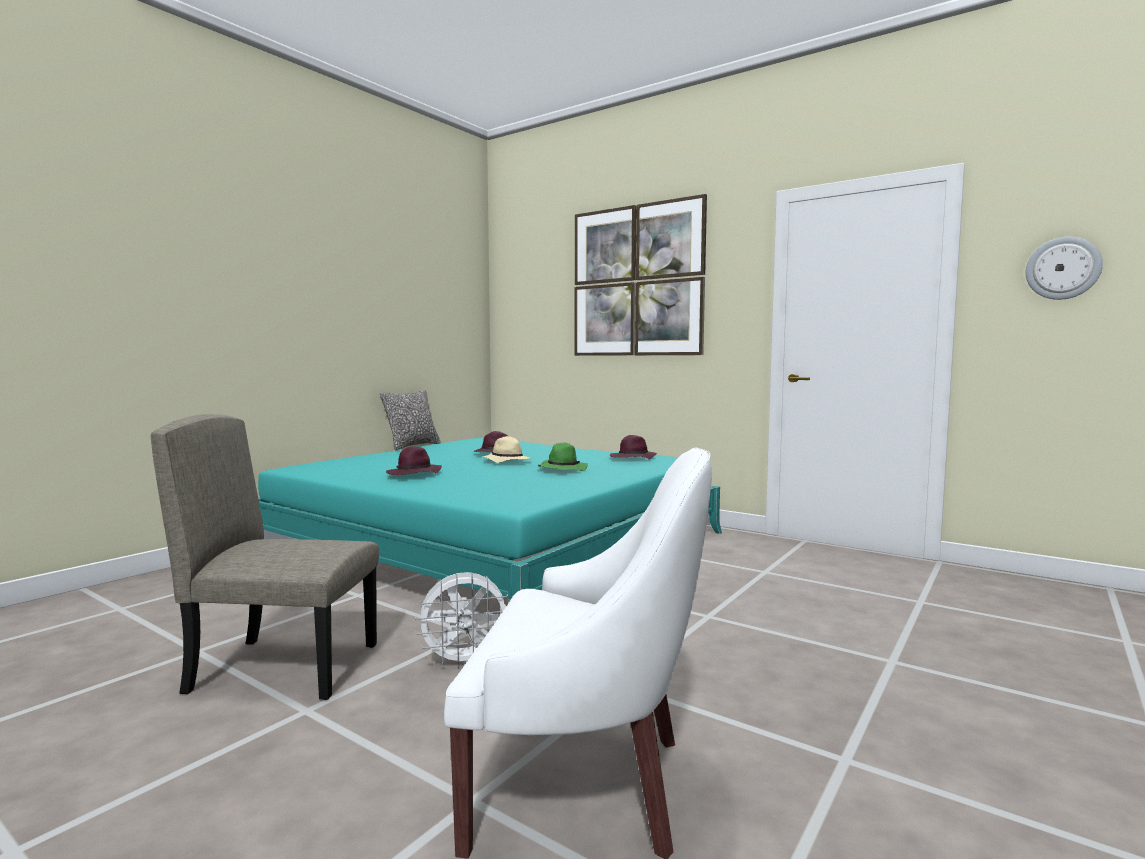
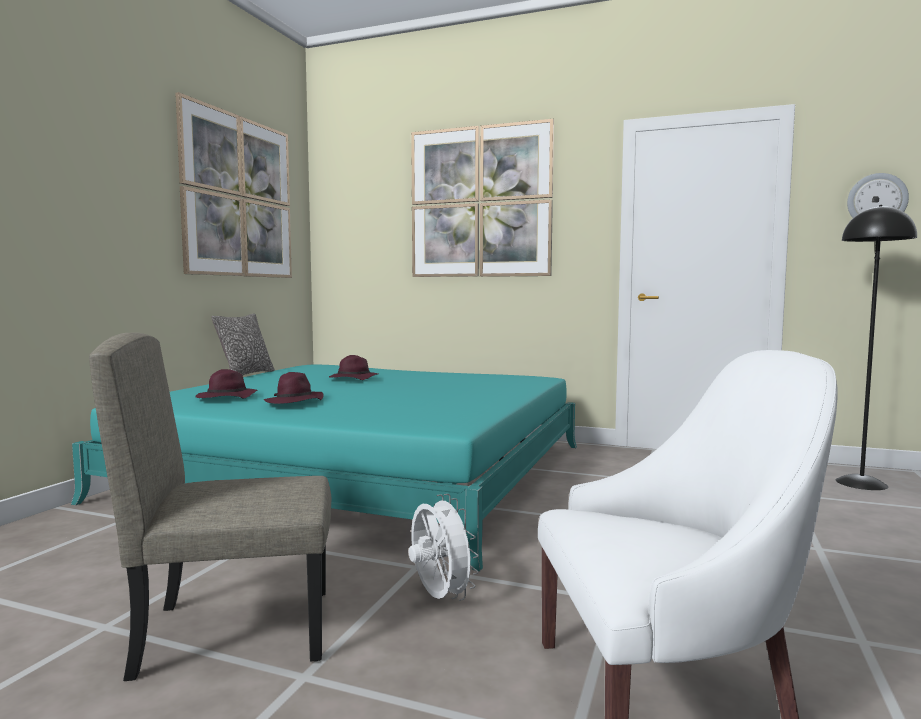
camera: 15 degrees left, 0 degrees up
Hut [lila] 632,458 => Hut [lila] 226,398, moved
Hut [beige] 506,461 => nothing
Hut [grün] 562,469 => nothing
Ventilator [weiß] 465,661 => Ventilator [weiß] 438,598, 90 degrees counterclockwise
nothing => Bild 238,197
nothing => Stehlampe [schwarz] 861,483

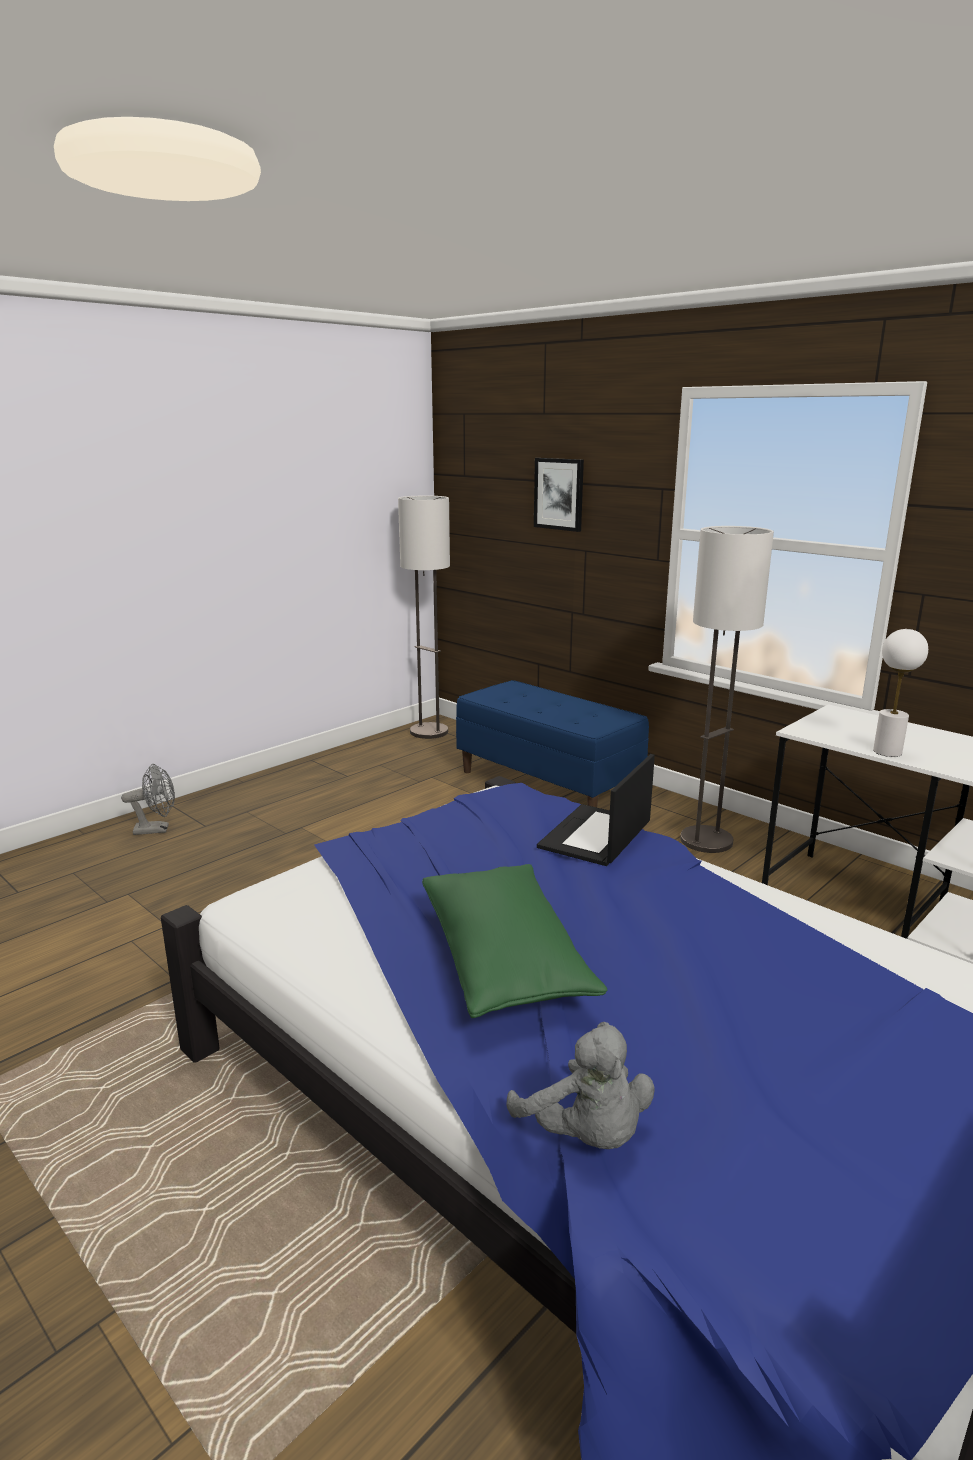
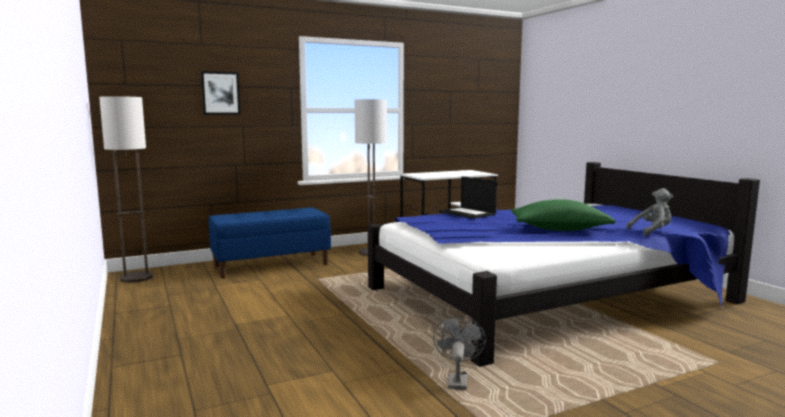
camera: 70 degrees left, 10 degrees down
Tischlampe [weiß] 887,751 => nothing
Ventilator [grau] 157,829 => Ventilator [grau] 457,380, moved

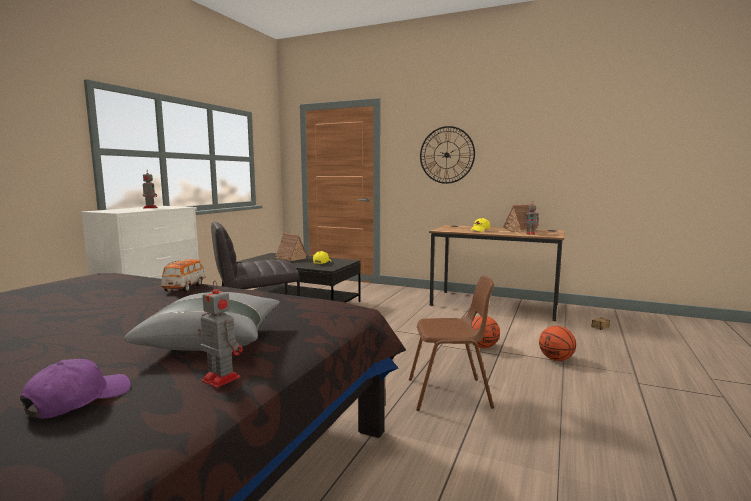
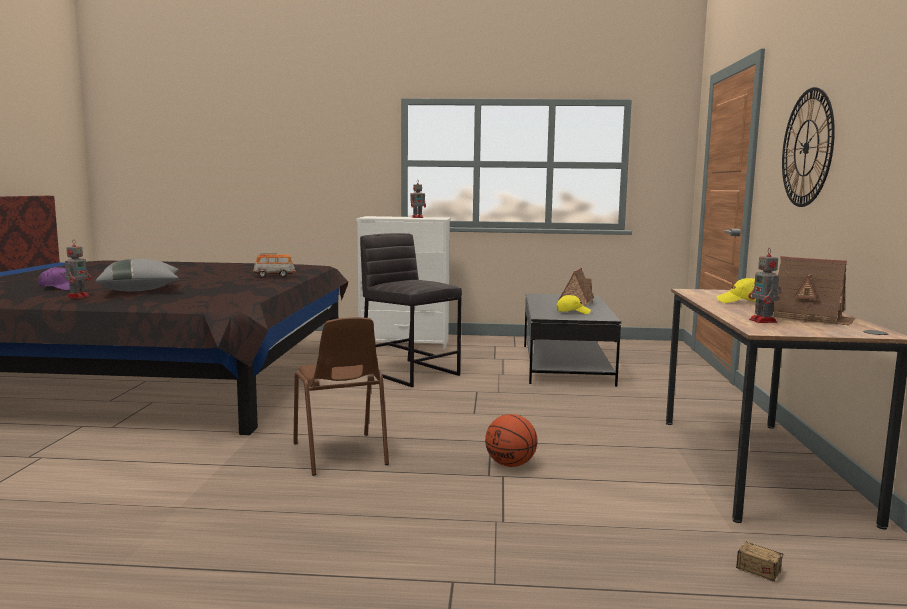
camera: 70 degrees right, 0 degrees up
Basketball 556,359 => nothing

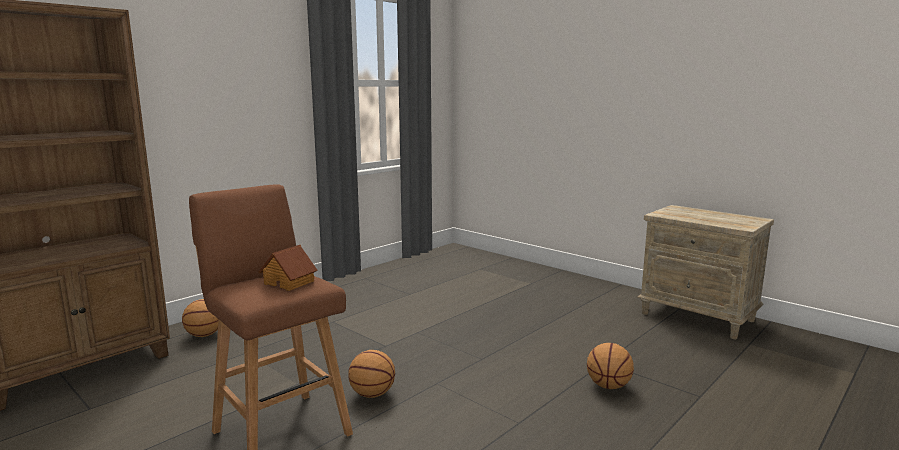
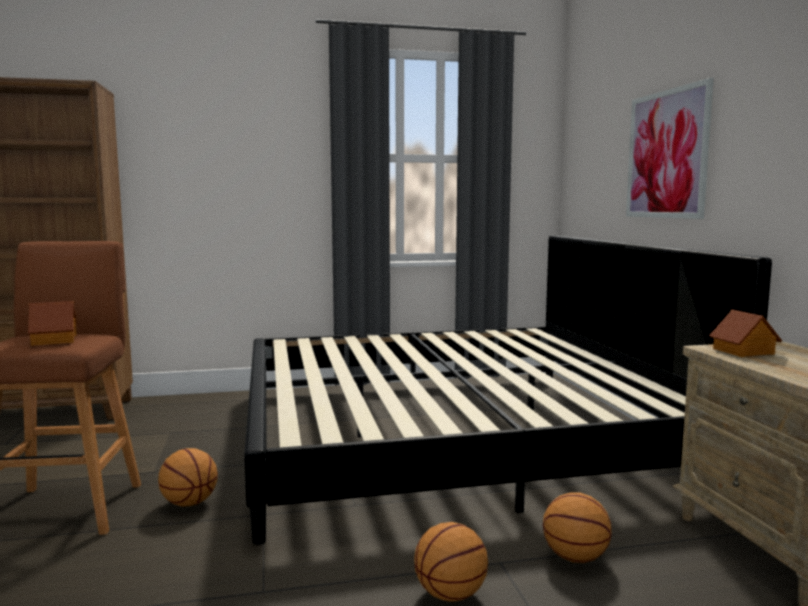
camera: 35 degrees right, 5 degrees down
Basketball 204,335 => Basketball 575,557, moved
nothing => Bild 666,154
nothing => Bett 452,434
nothing => Spielzeughaus 744,351

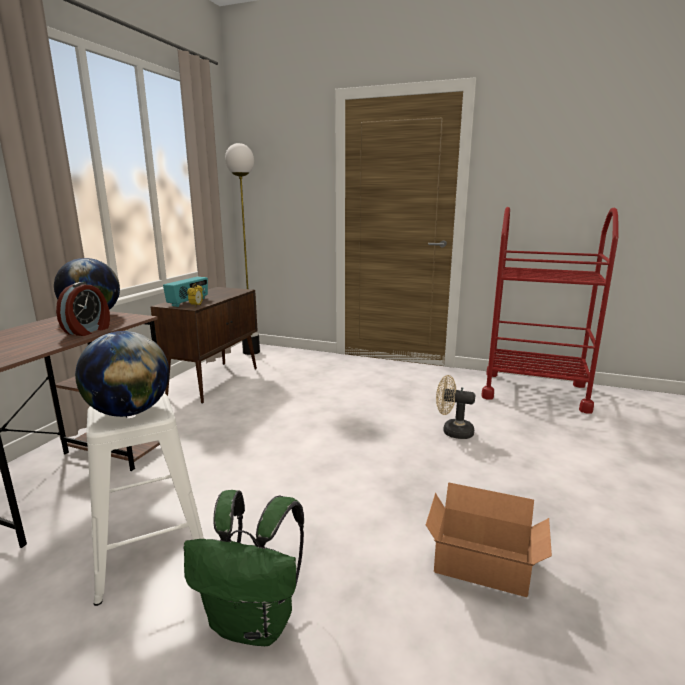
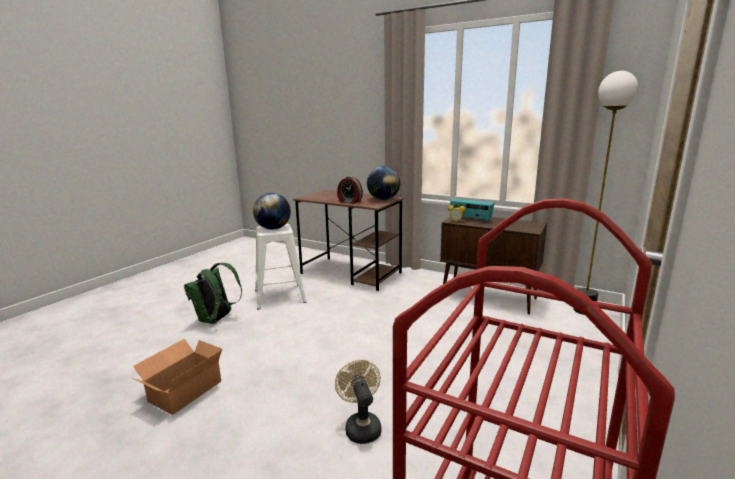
camera: 100 degrees right, 0 degrees up
Ventilator [beige] 452,431 => Ventilator [beige] 361,426, 45 degrees counterclockwise

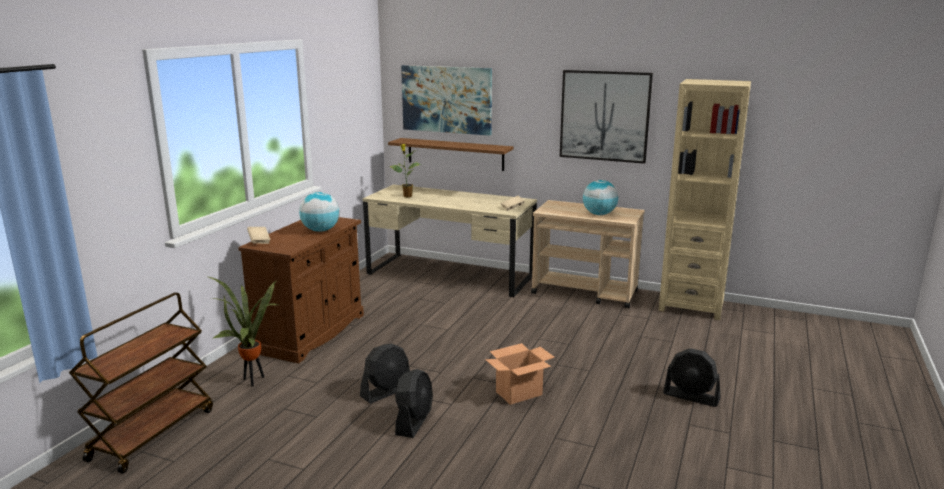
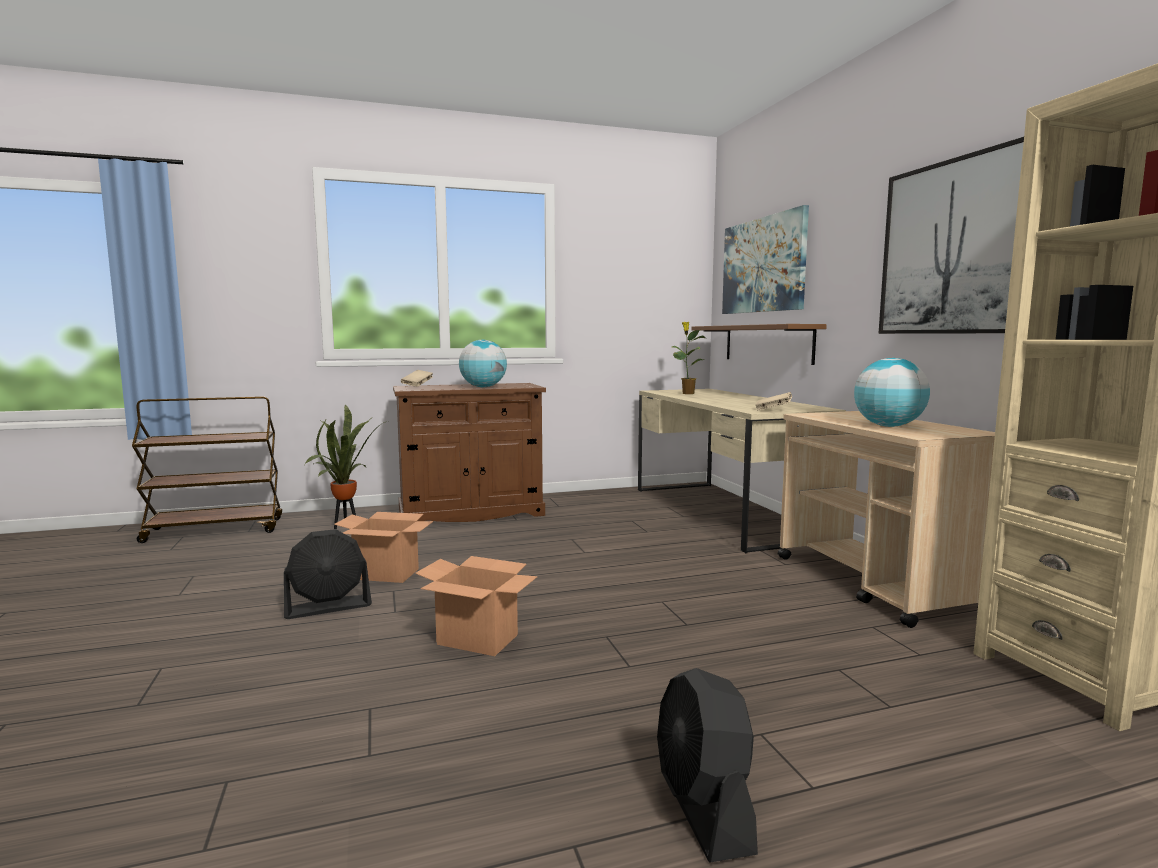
camera: 50 degrees right, 10 degrees down
Ventilator [schwarz] 386,391 => Karton 387,574

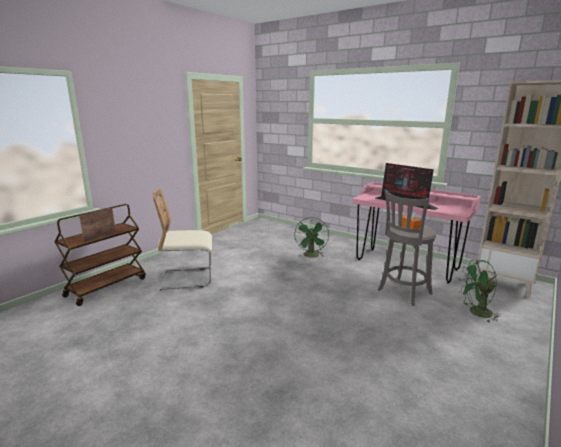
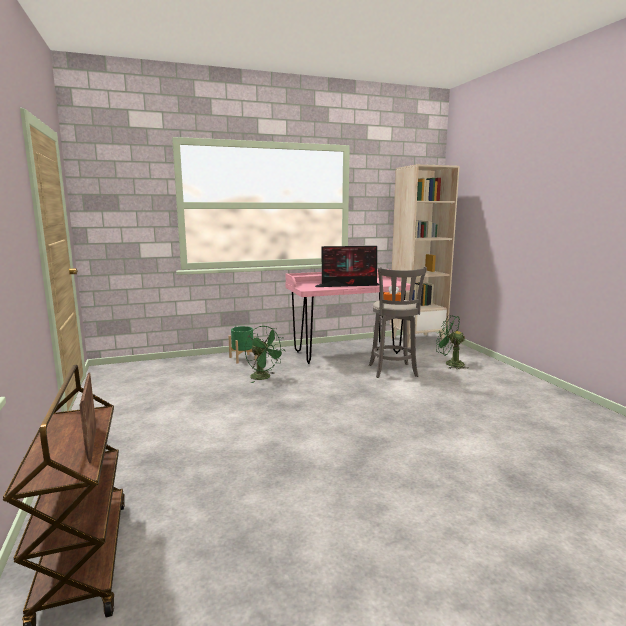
camera: 55 degrees left, 5 degrees down
Stuhl [beige] 187,278 => nothing
Ventilator [grün] 476,313 => Ventilator [grün] 450,363, 90 degrees clockwise
nothing => Pflanzkübel [grün] 243,358

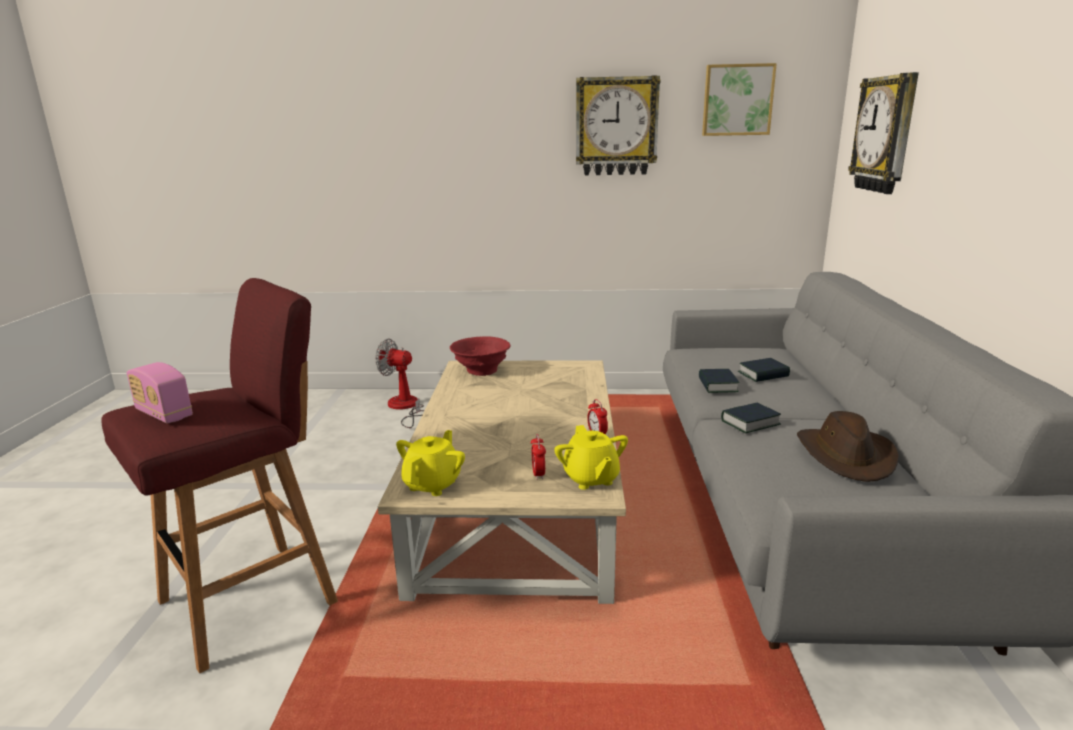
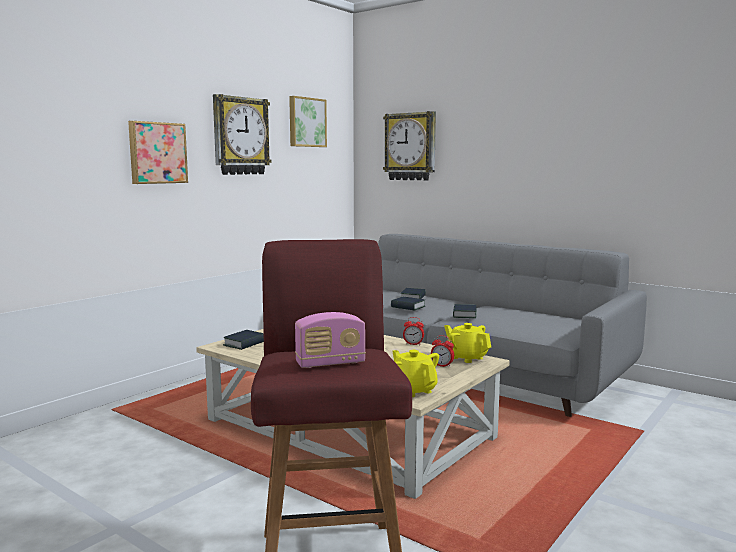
camera: 55 degrees left, 10 degrees down
Schüssel [rot] 481,371 => Buch 244,343
Ventilator 405,407 => nothing
Hut [braun] 846,456 => nothing
Teekanne [gelb] 591,479 => Teekanne [gelb] 466,358, 150 degrees counterclockwise
nothing => Bild 157,153

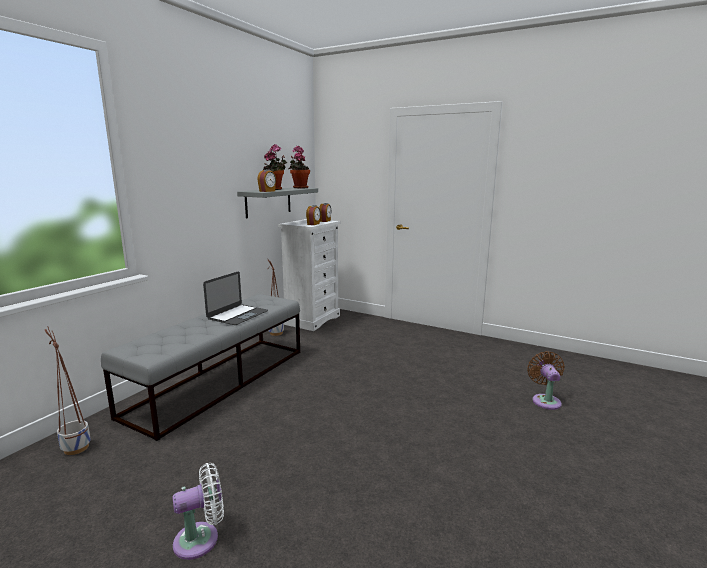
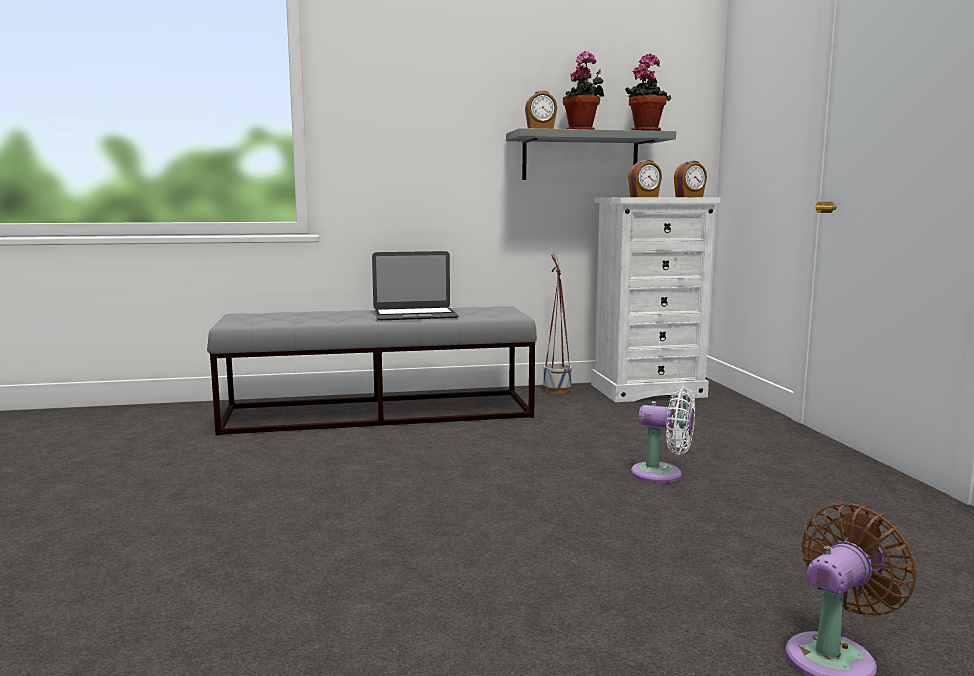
camera: 50 degrees right, 5 degrees down
Pflanzkübel 76,448 => nothing
Ventilator [weiß] 201,539 => Ventilator [weiß] 662,475, moved

